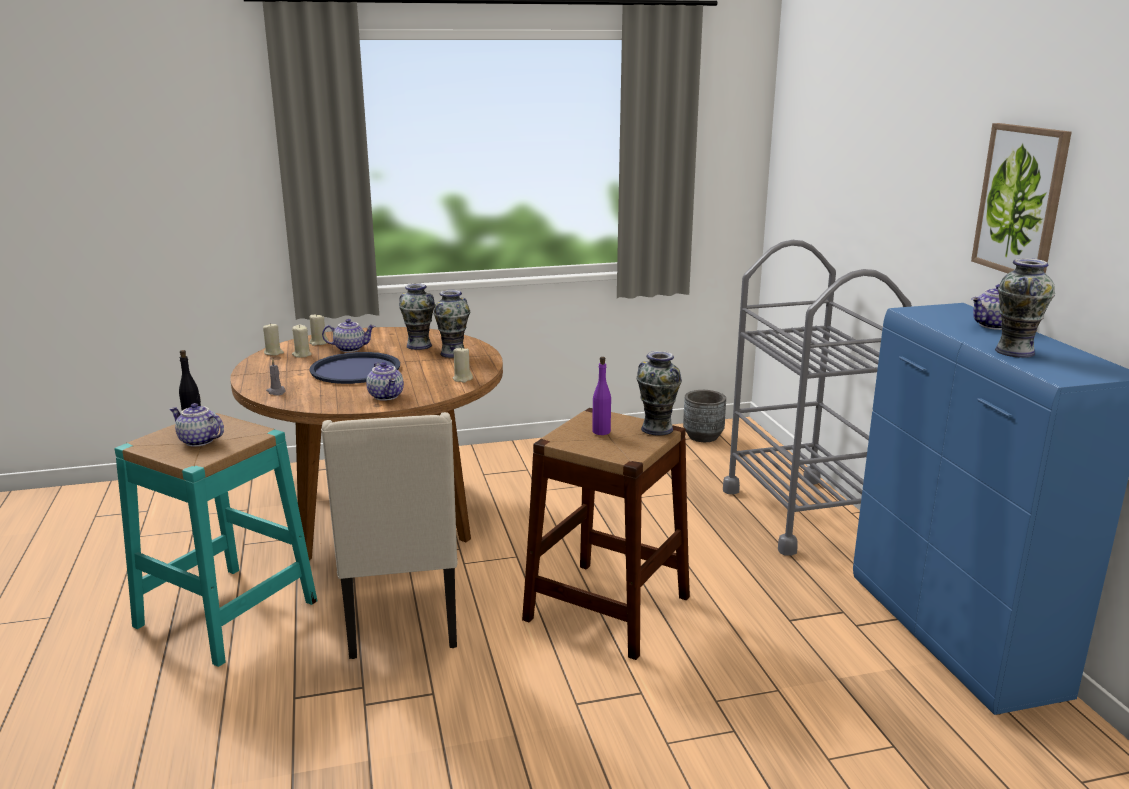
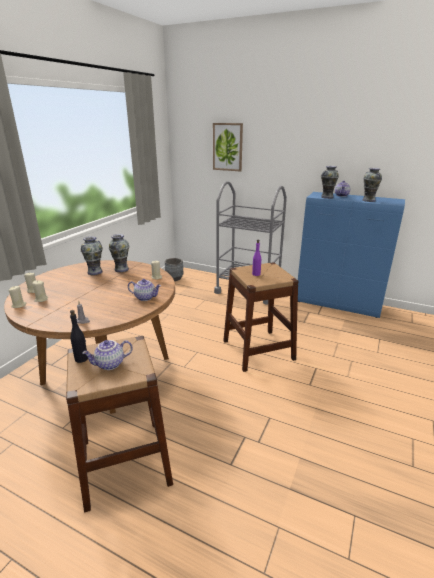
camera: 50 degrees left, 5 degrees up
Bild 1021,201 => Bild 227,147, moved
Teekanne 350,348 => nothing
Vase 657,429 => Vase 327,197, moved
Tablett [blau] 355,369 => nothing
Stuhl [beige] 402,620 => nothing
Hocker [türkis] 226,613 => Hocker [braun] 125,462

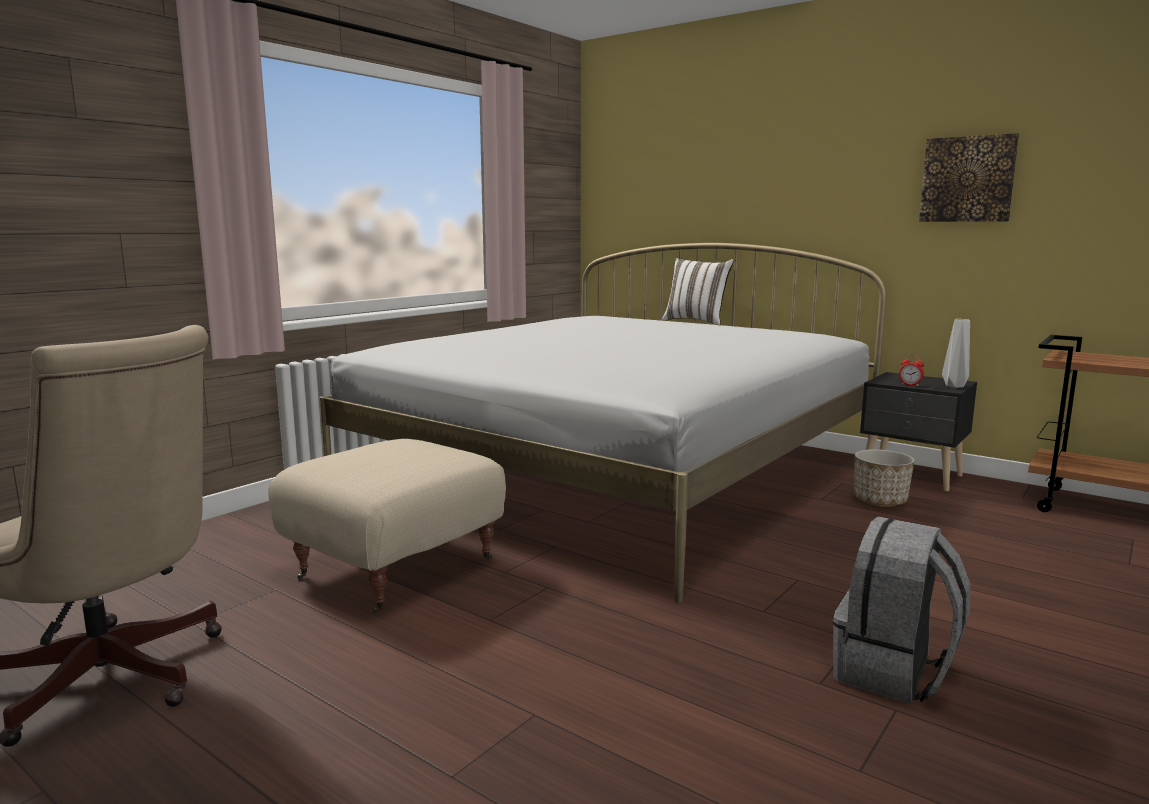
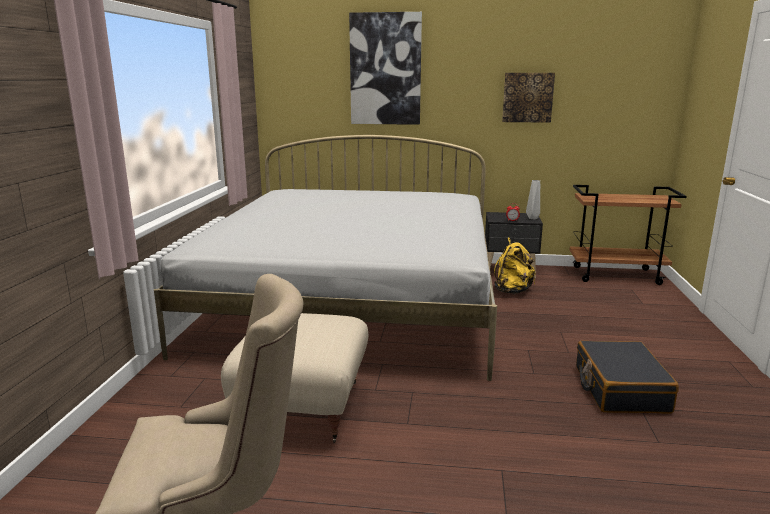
camera: 30 degrees left, 5 degrees up
Kissen [weiß] 696,321 => nothing
Pflanzkübel 880,501 => Rucksack [gelb] 512,291
Rucksack [grau] 893,673 => Koffer [schwarz] 620,389
nothing => Bild 385,69

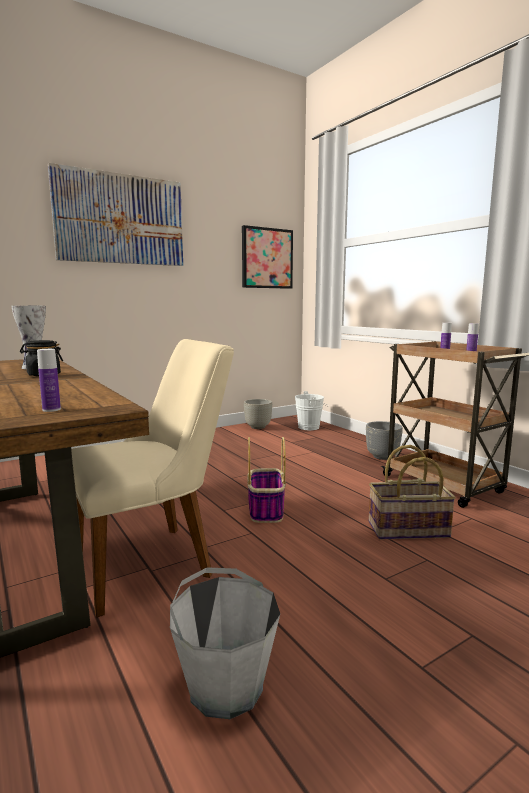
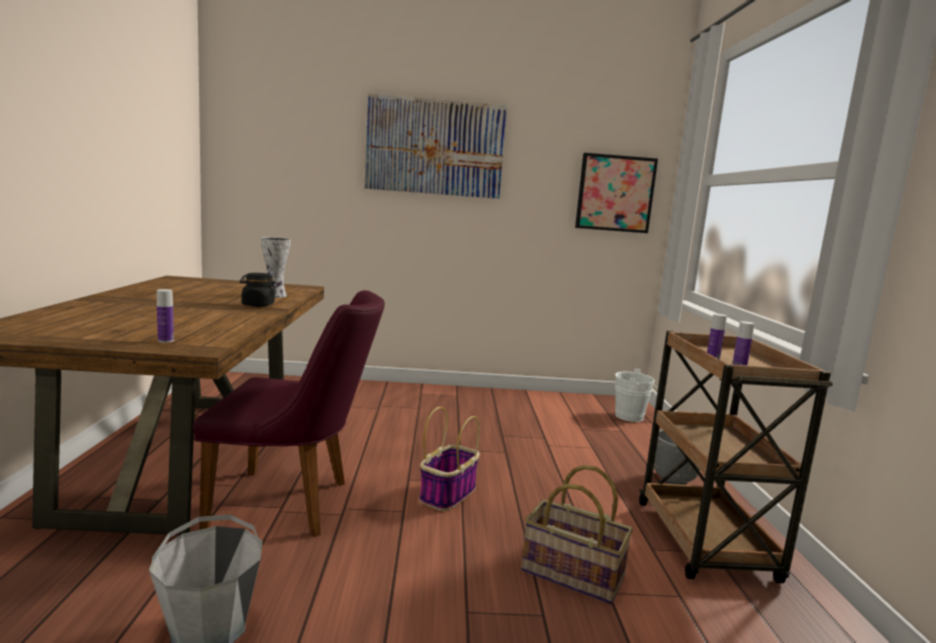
camera: 30 degrees right, 0 degrees up
Stuhl [beige] 156,561 => Stuhl [lila] 293,504
Pflanzkübel [grau] 258,427 => nothing

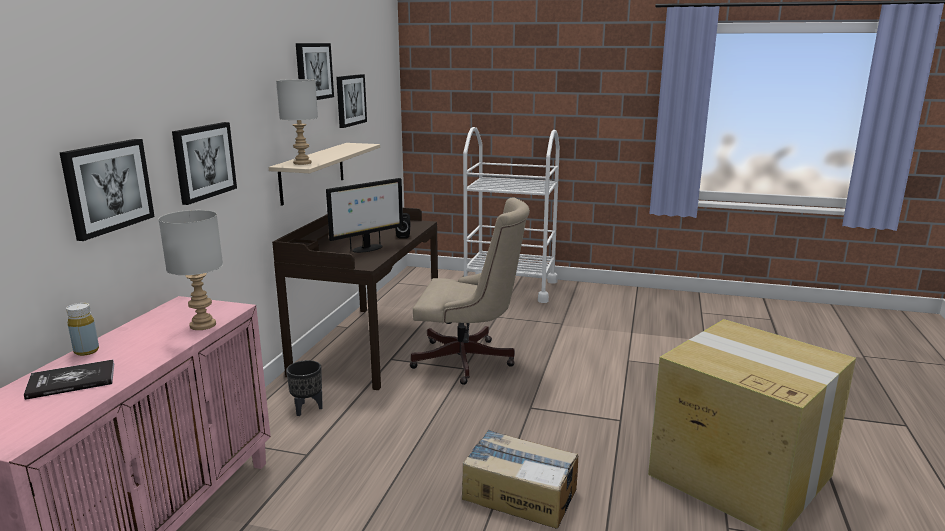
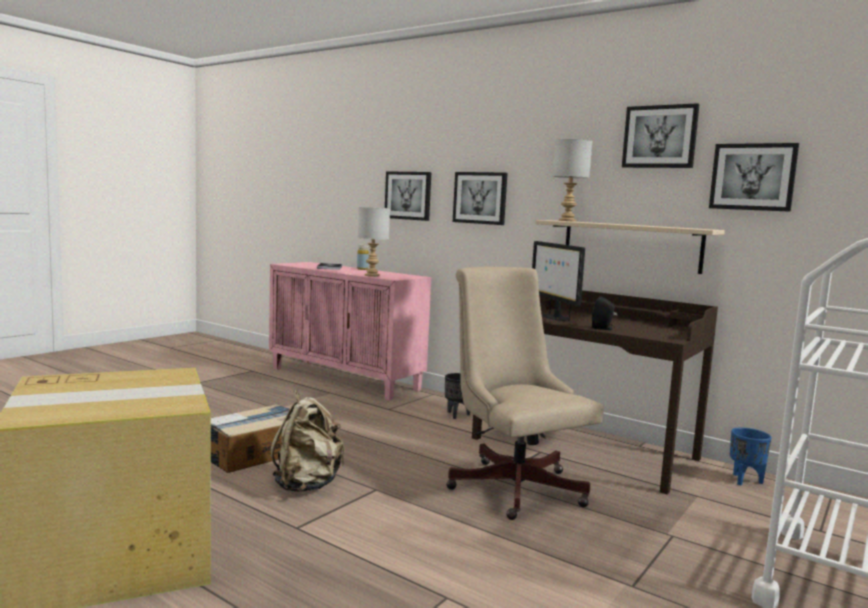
camera: 110 degrees right, 10 degrees down
Bürostuhl [beige] 469,361 => Bürostuhl [beige] 512,484, 120 degrees clockwise
nothing => Rucksack [beige] 307,485
nothing => Pflanzkübel [blau] 745,480

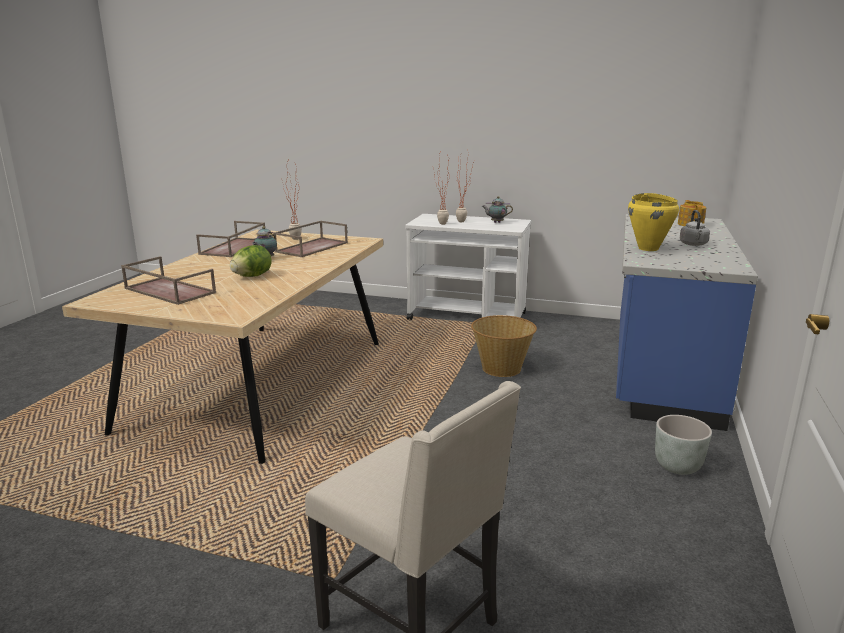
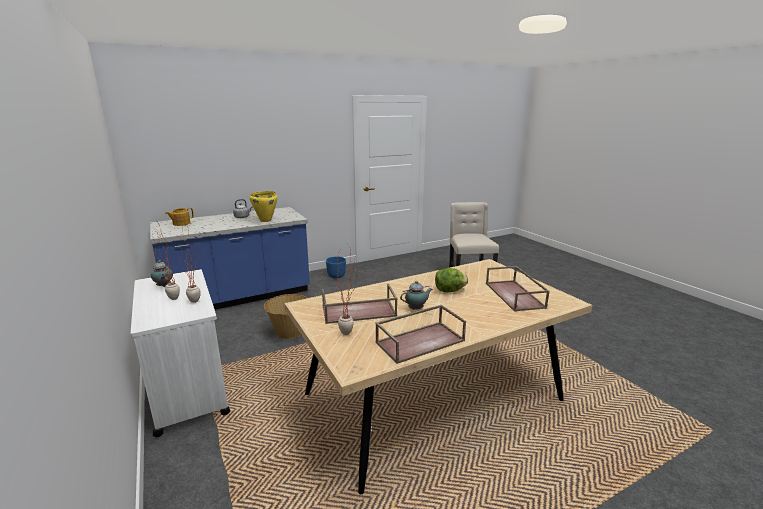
camera: 135 degrees left, 0 degrees up
Pflanzkübel [grau] 677,467 => Pflanzkübel [blau] 336,276

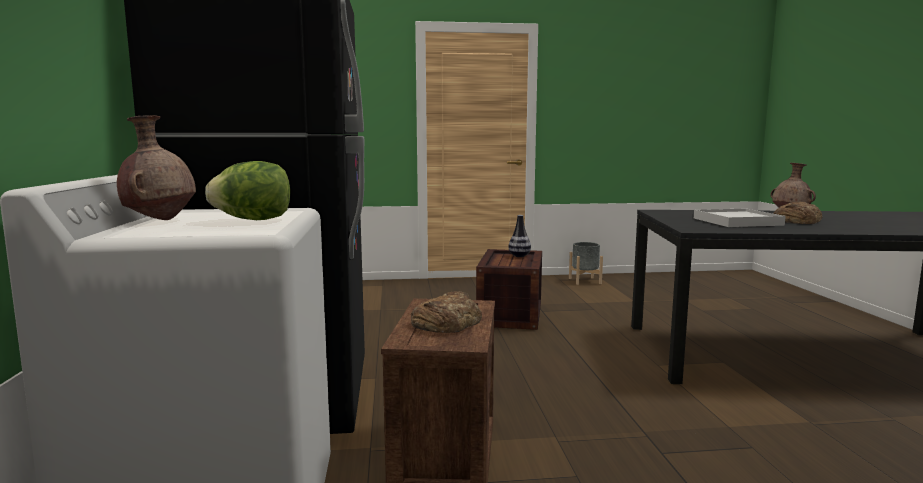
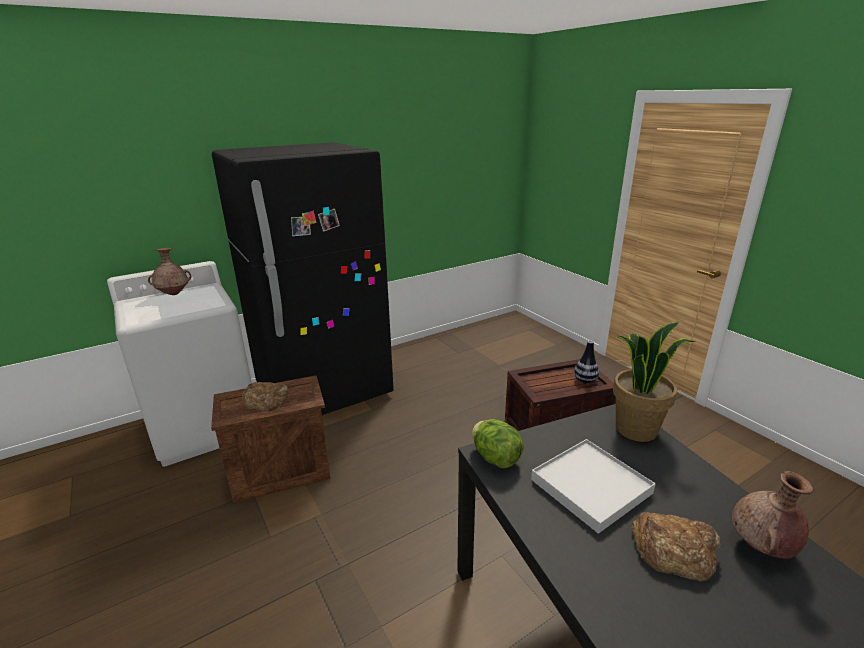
camera: 65 degrees right, 15 degrees up
Salatkopf 254,220 => Salatkopf 495,458, moved
Pflanzkübel [grau] 584,281 => nothing
nothing => Topfpflanze 636,429

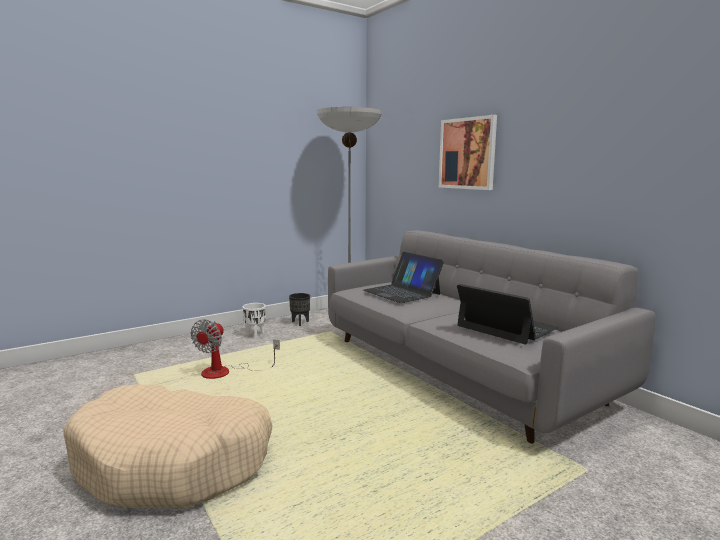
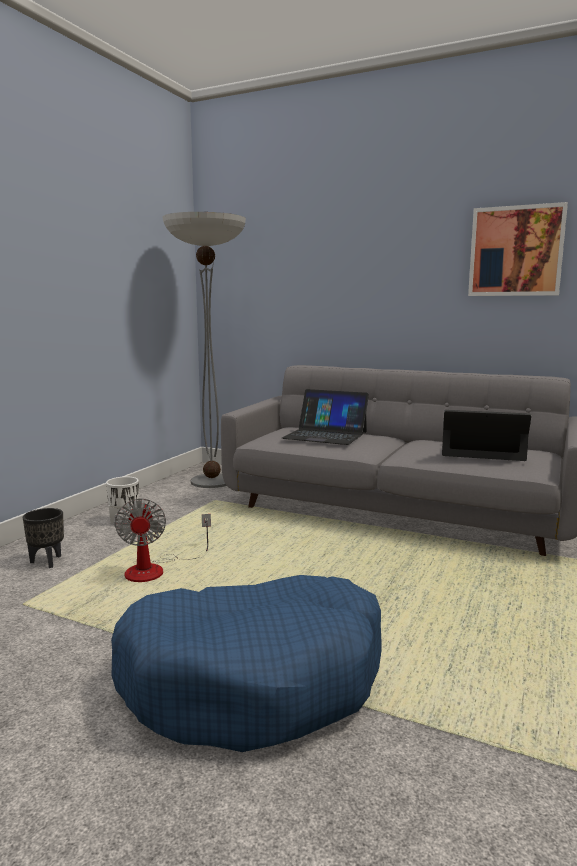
camera: 30 degrees left, 0 degrees up
Bild 467,153 => Bild 516,251, moved
Pflanzkübel [schwarz] 300,323 => Pflanzkübel [schwarz] 48,561, moved
Hundebett [beige] 174,462 => Hundebett [blau] 255,679

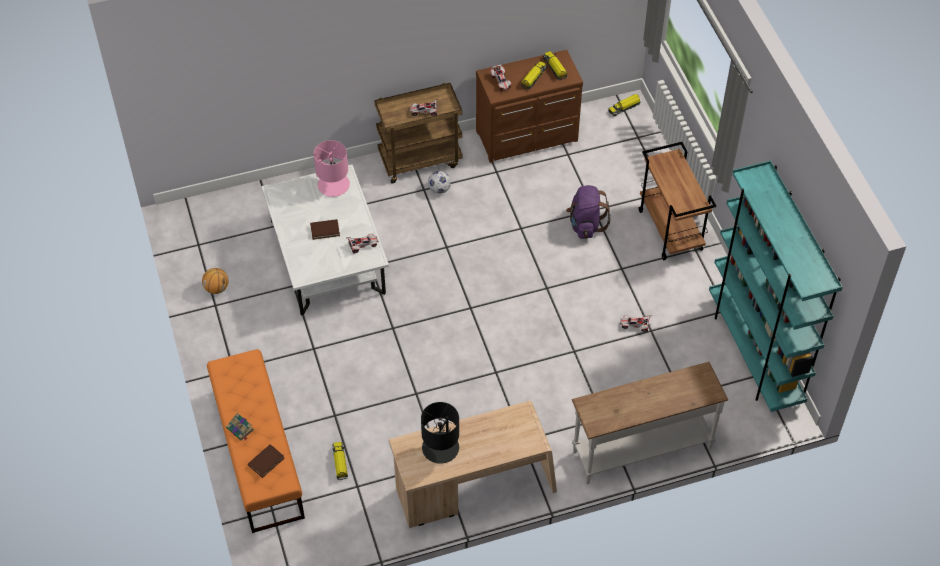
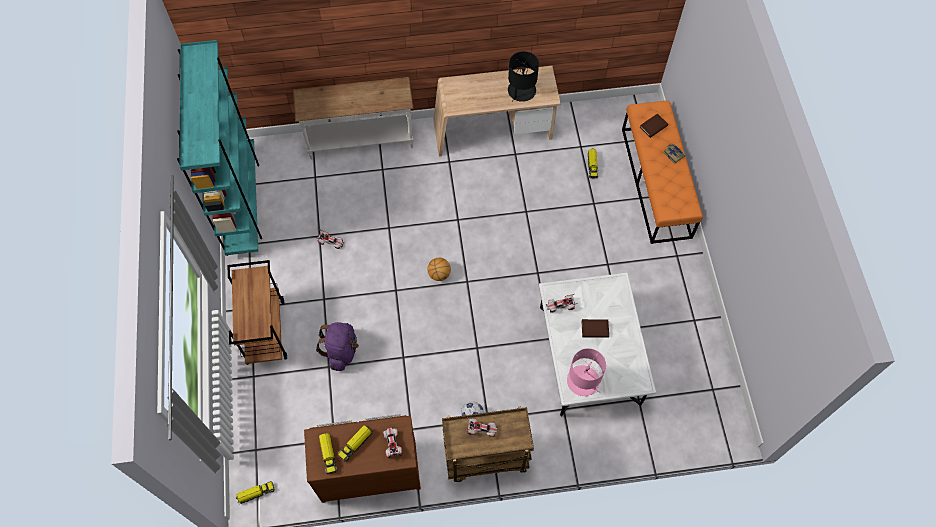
camera: 170 degrees left, 10 degrees up
Basketball 217,288 => Basketball 439,274, moved

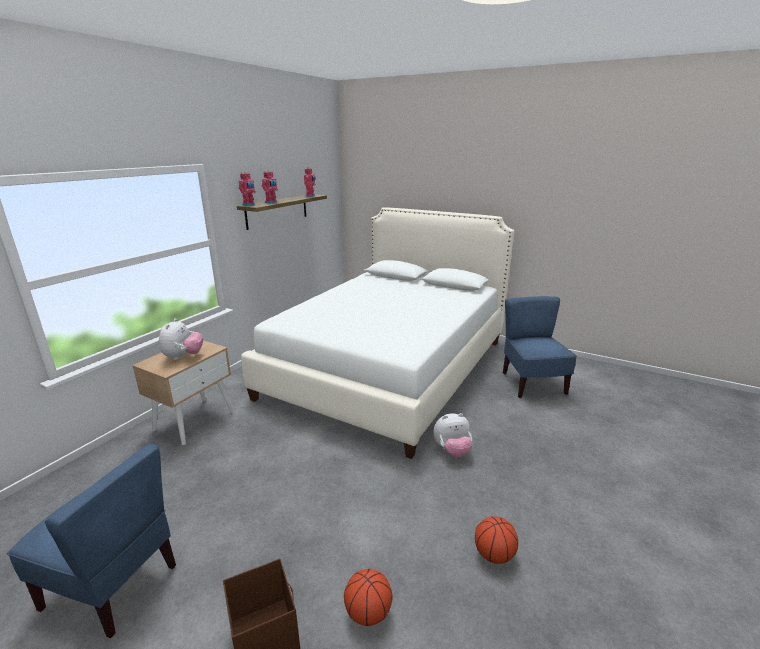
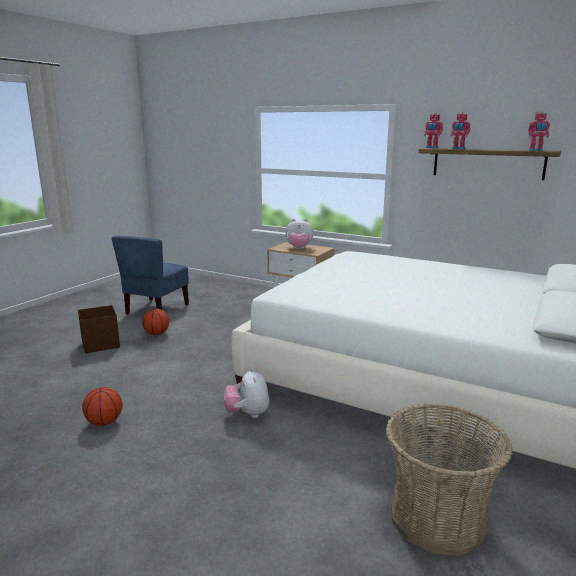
camera: 90 degrees right, 5 degrees down
Stuhl [blau] 532,383 => Korb 438,518
Basketball 368,613 => Basketball 156,334, moved

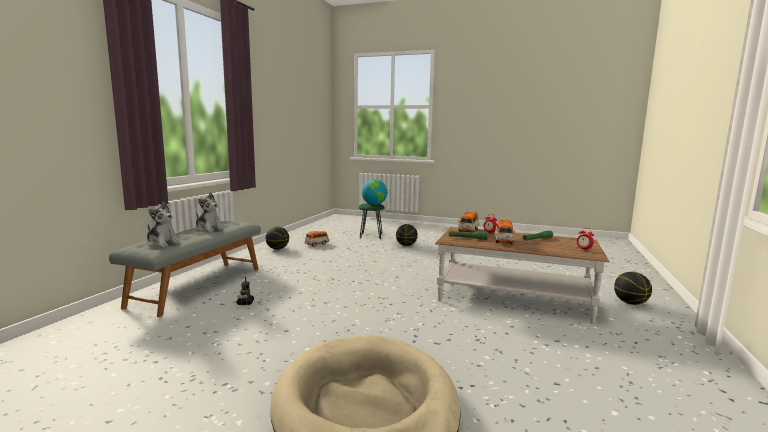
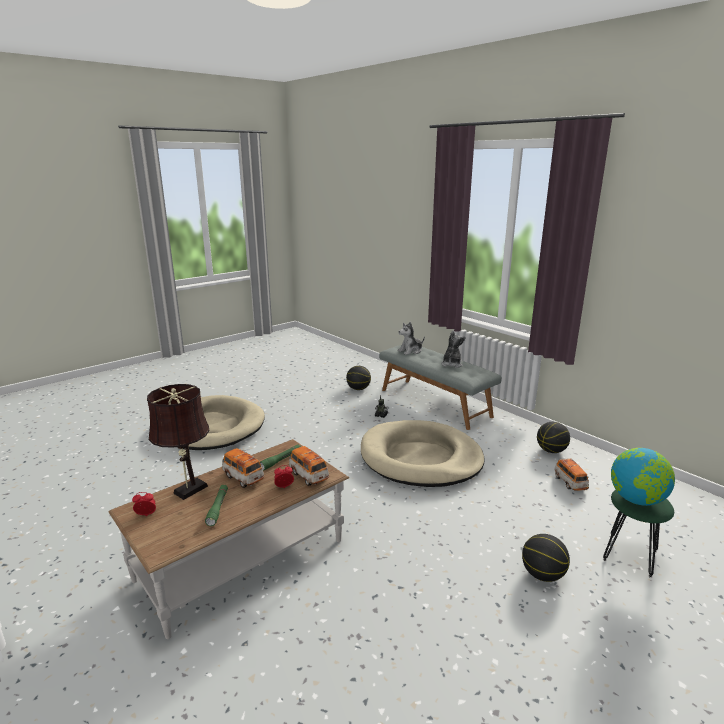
camera: 120 degrees right, 10 degrees up
Plüschtier 209,229 => Plüschtier 451,364, 135 degrees clockwise
Basketball 630,303 => Basketball 358,389, moved
nothing => Tischlampe [braun] 188,491
nothing => Hundebett [beige] 420,458

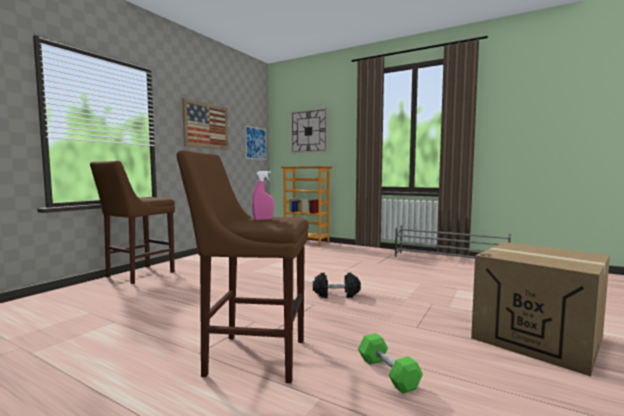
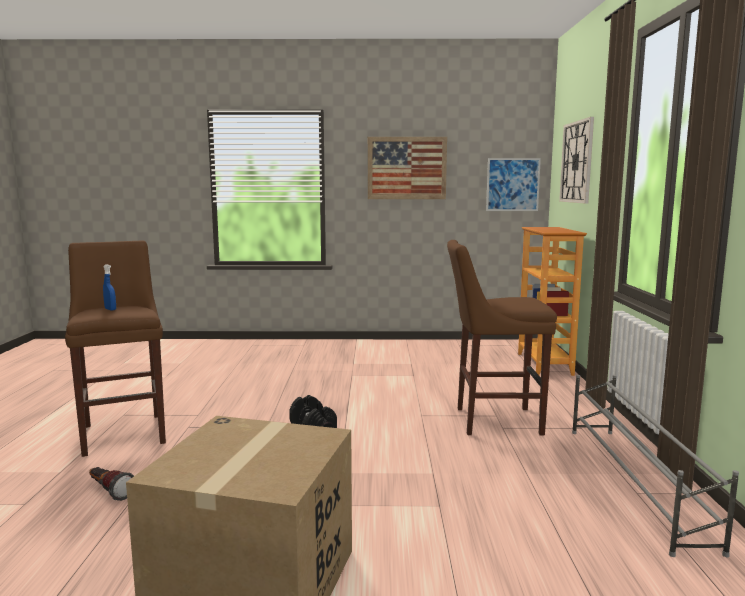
camera: 60 degrees right, 5 degrees up
Hocker [braun] 137,275 => Hocker [braun] 493,420, moved
Sprühflasche [rosa] 263,219 => Sprühflasche [blau] 110,309
Hantel [grün] 387,373 => Taschenlampe 109,492

